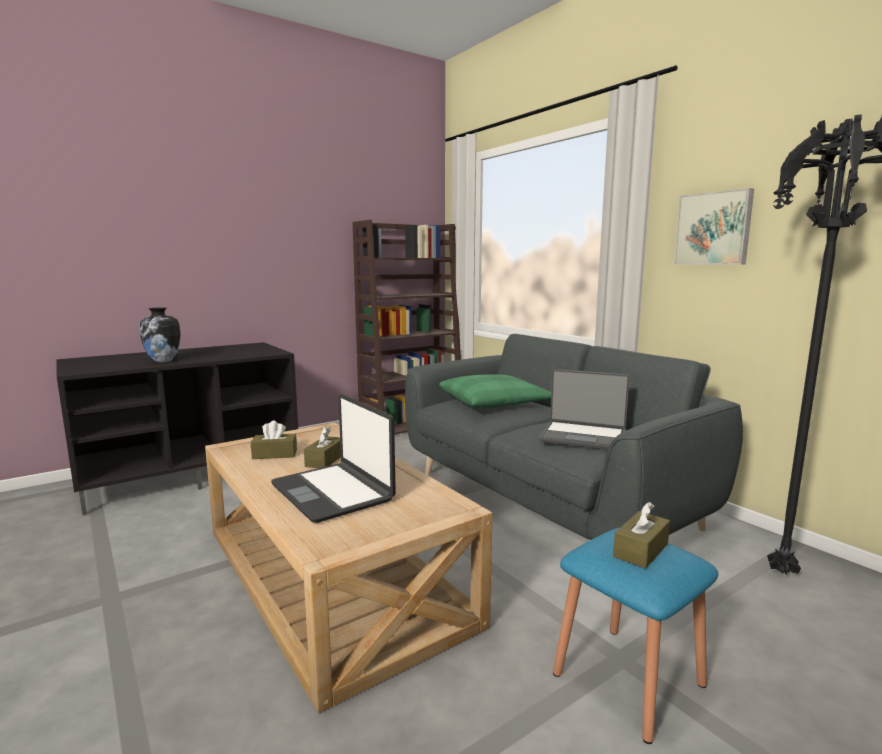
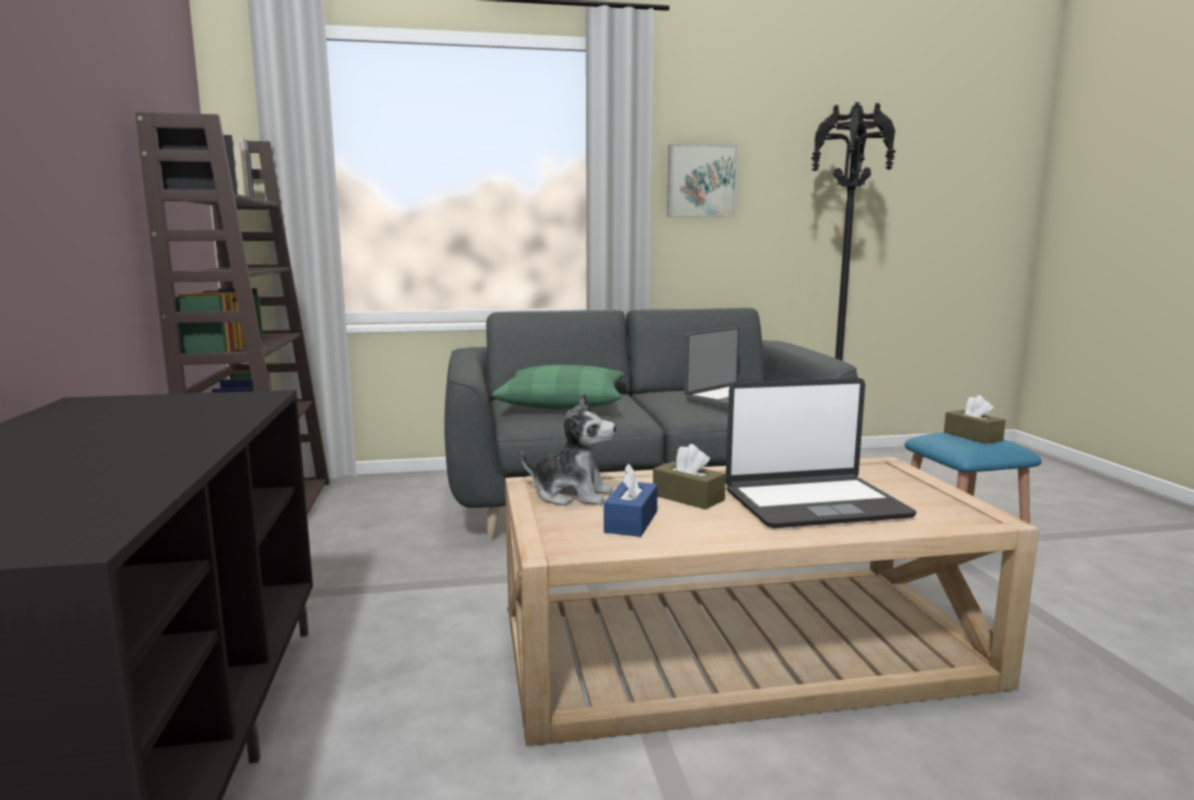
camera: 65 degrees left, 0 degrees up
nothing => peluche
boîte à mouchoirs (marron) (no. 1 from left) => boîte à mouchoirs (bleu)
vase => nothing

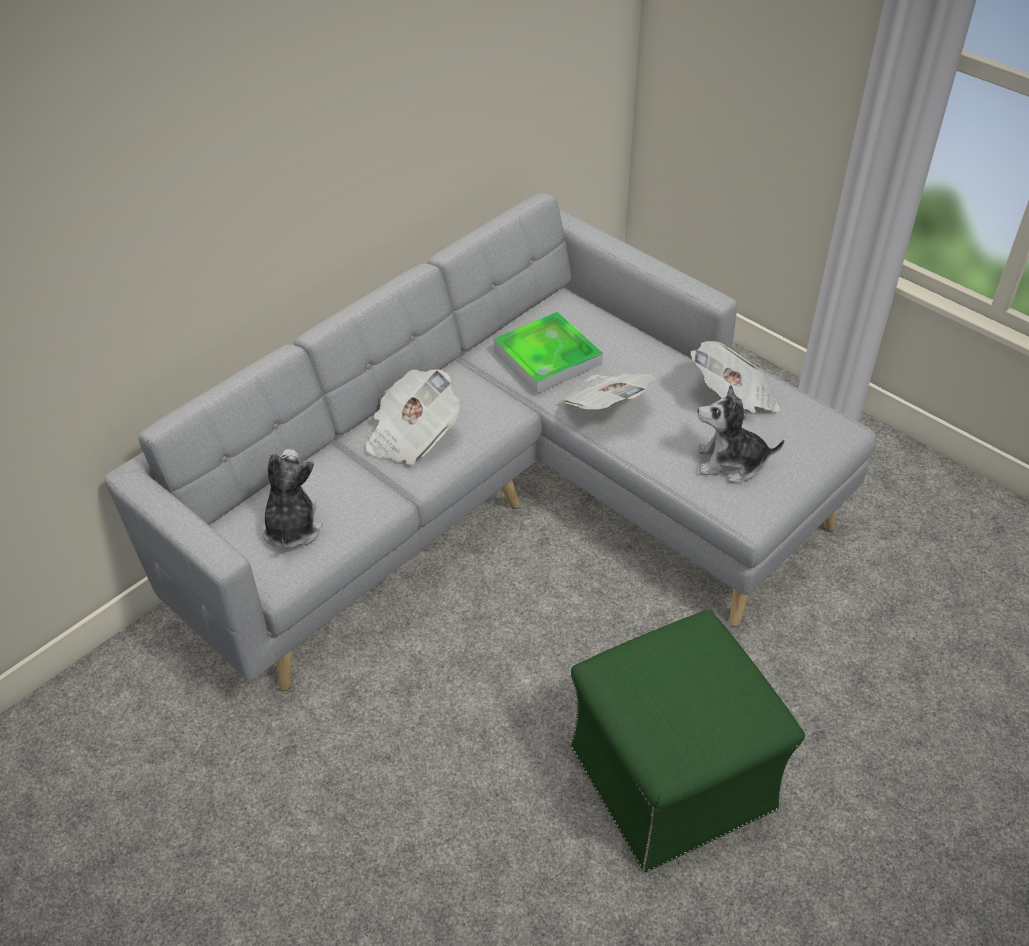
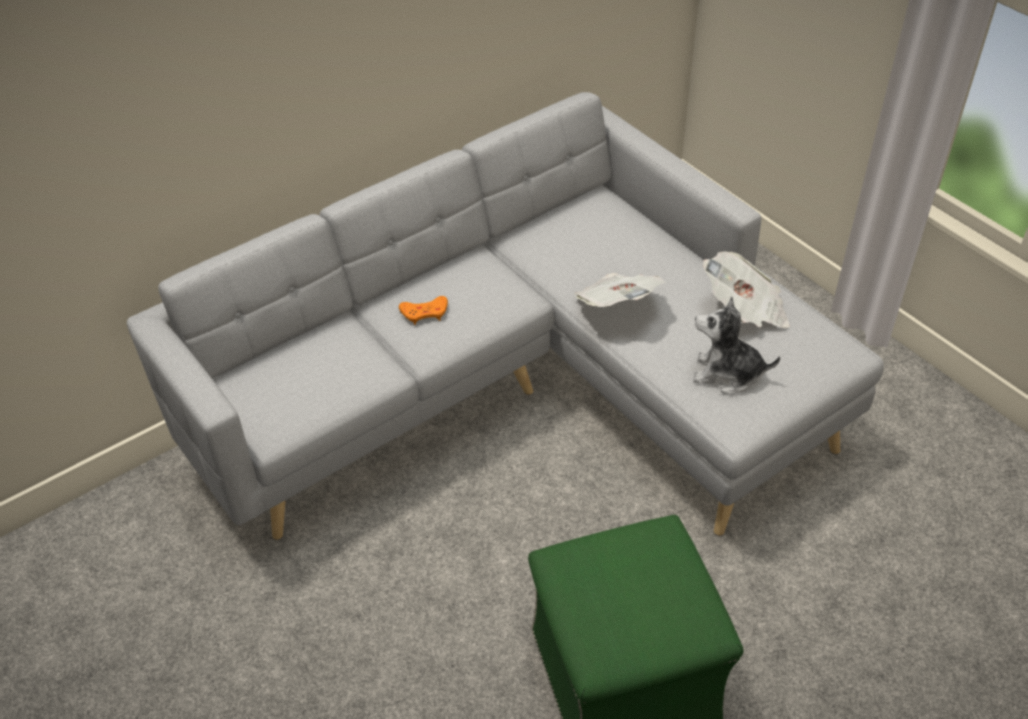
camera: 10 degrees right, 0 degrees up
journal (no. 1 from left) => manette (orange)
peluche (no. 1 from left) => nothing
plateau => nothing

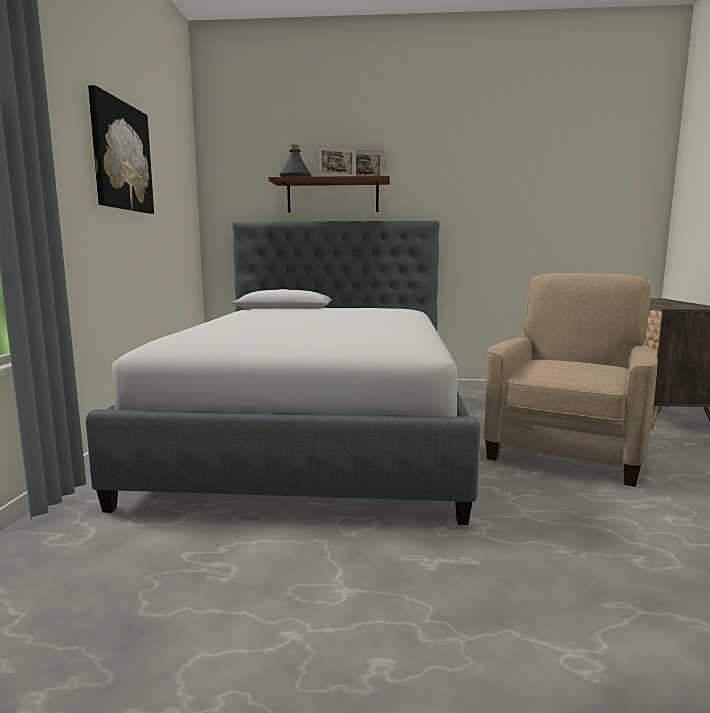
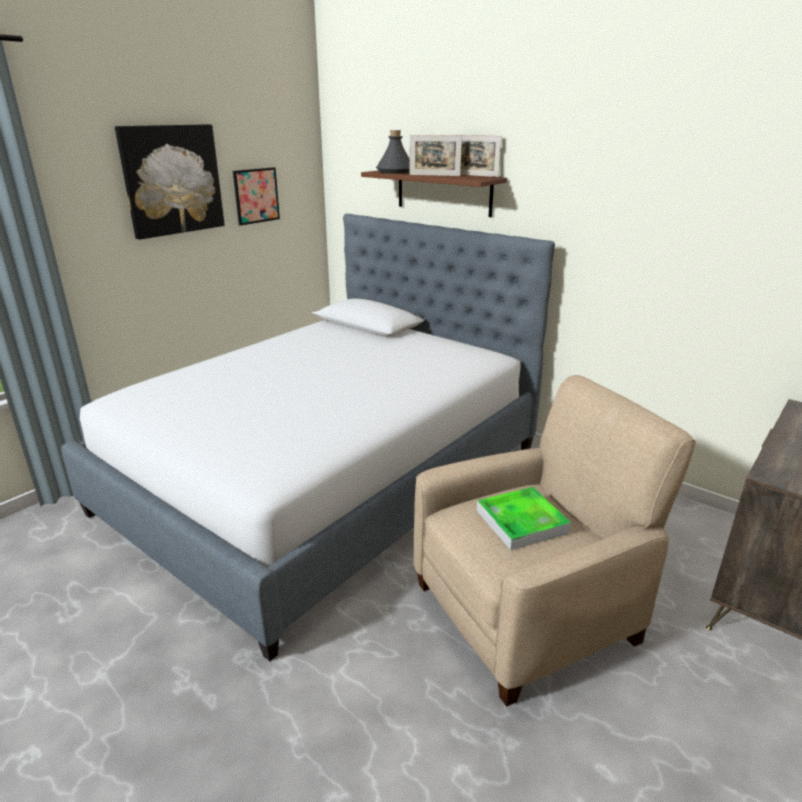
camera: 35 degrees right, 15 degrees up
nothing => tableau (no. 2 from left)
nothing => plateau

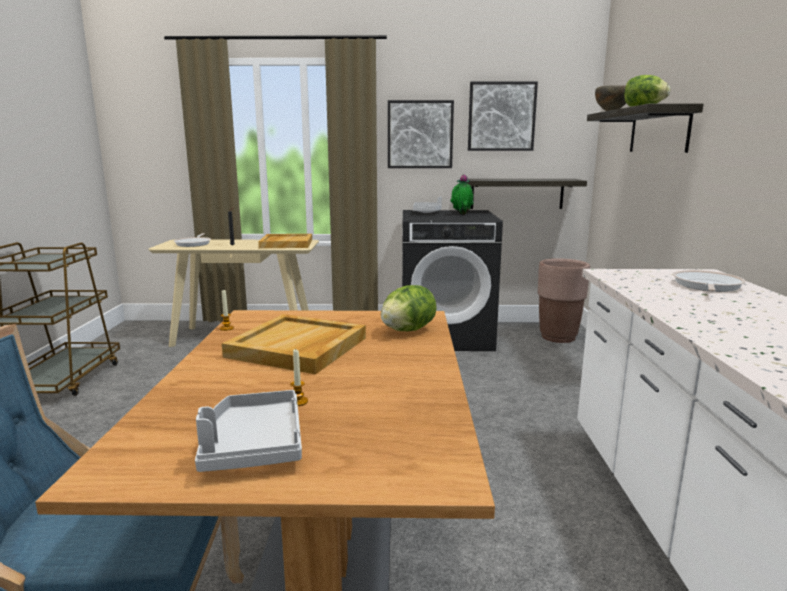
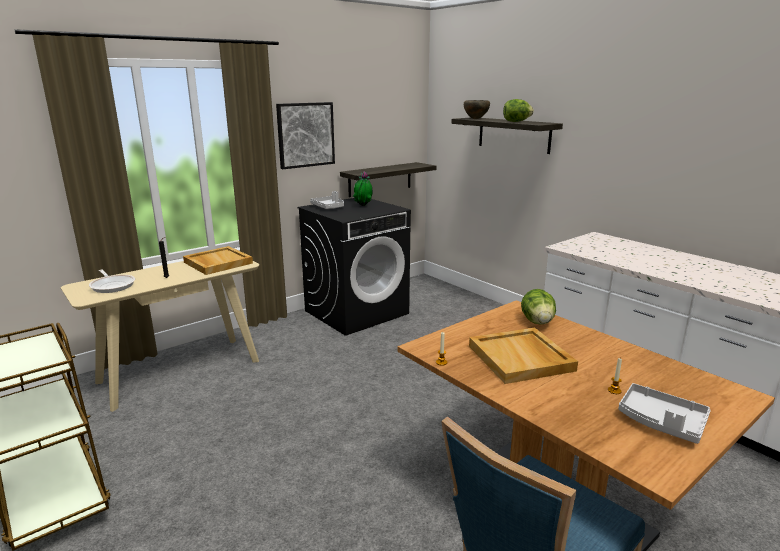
camera: 40 degrees left, 5 degrees up
tableau (no. 2 from left) => nothing
cache-pot (marron) => nothing
poêle (no. 2 from left) => nothing

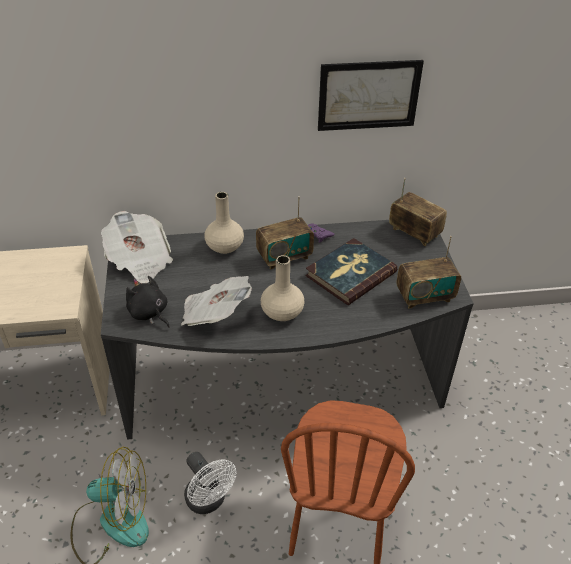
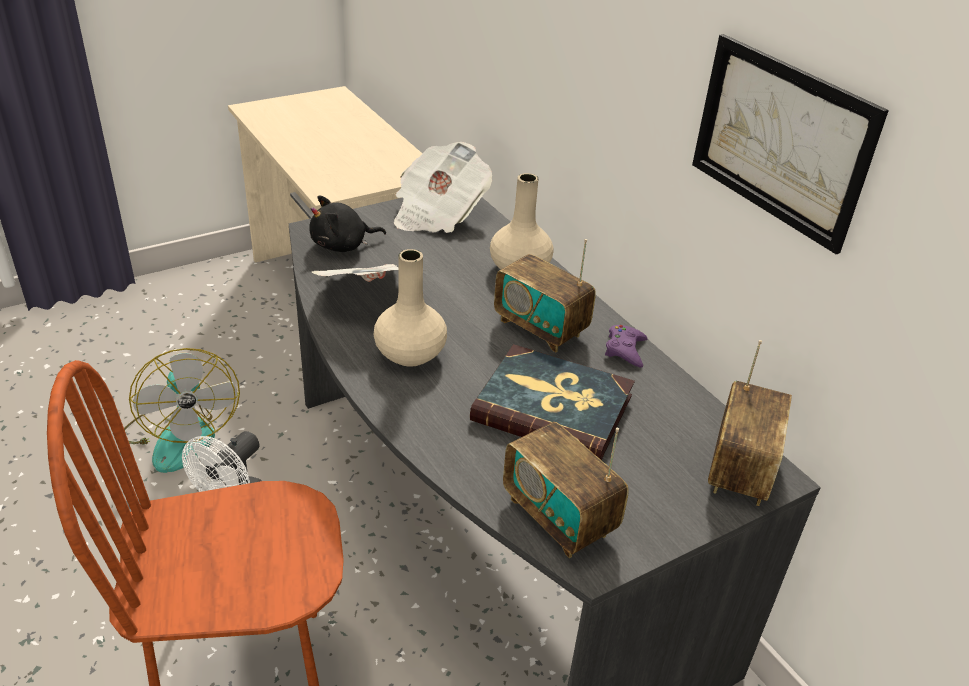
camera: 65 degrees right, 5 degrees down
peluche (noir), 135 degrees counterclockwise

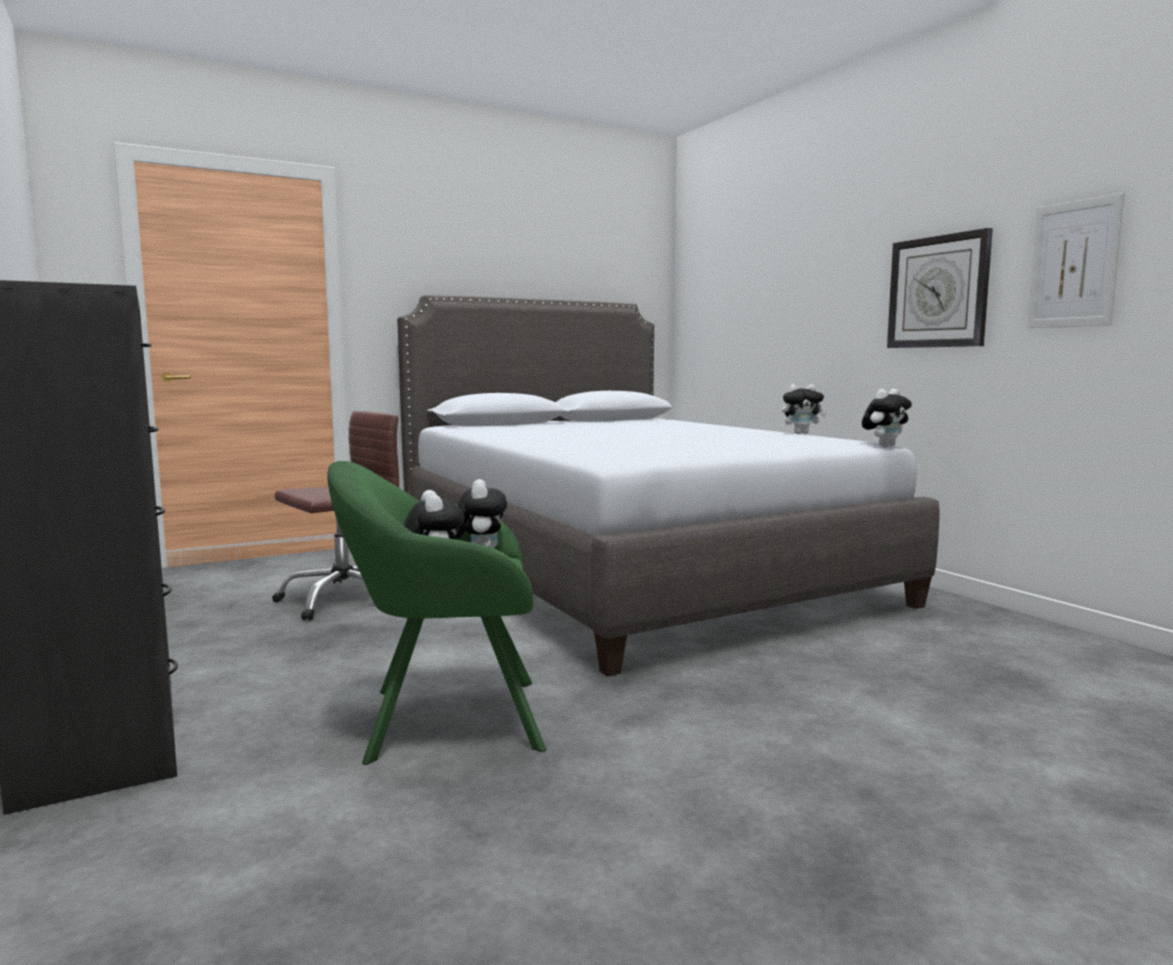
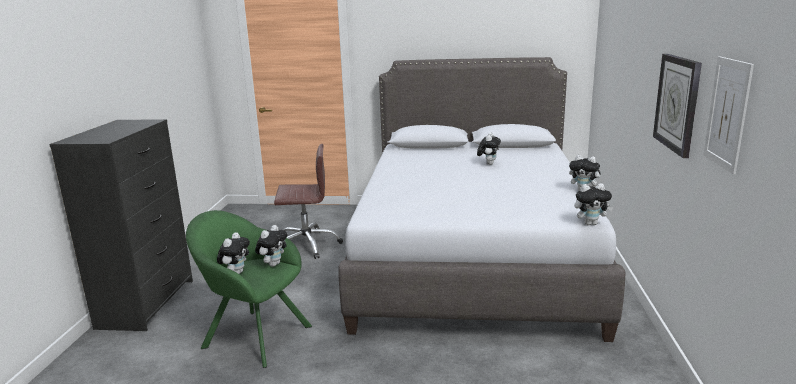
camera: 35 degrees right, 10 degrees up
nothing => peluche (no. 3 from left)

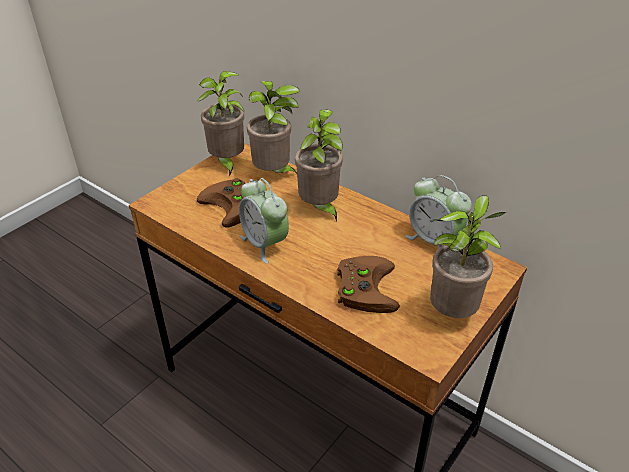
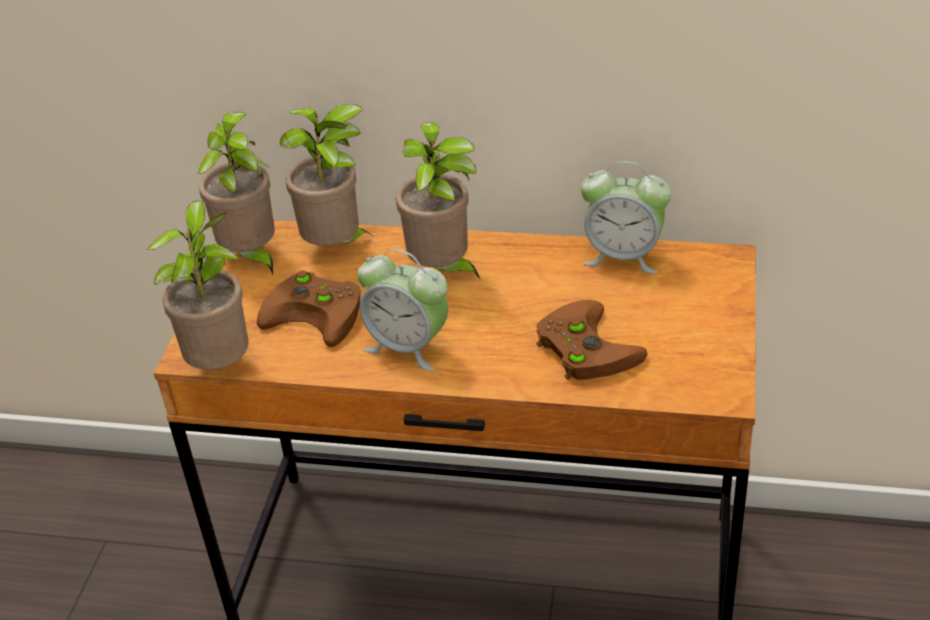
camera: 25 degrees left, 0 degrees up
plante en pot (no. 4 from left in the first image) => plante en pot (no. 1 from left), shifted

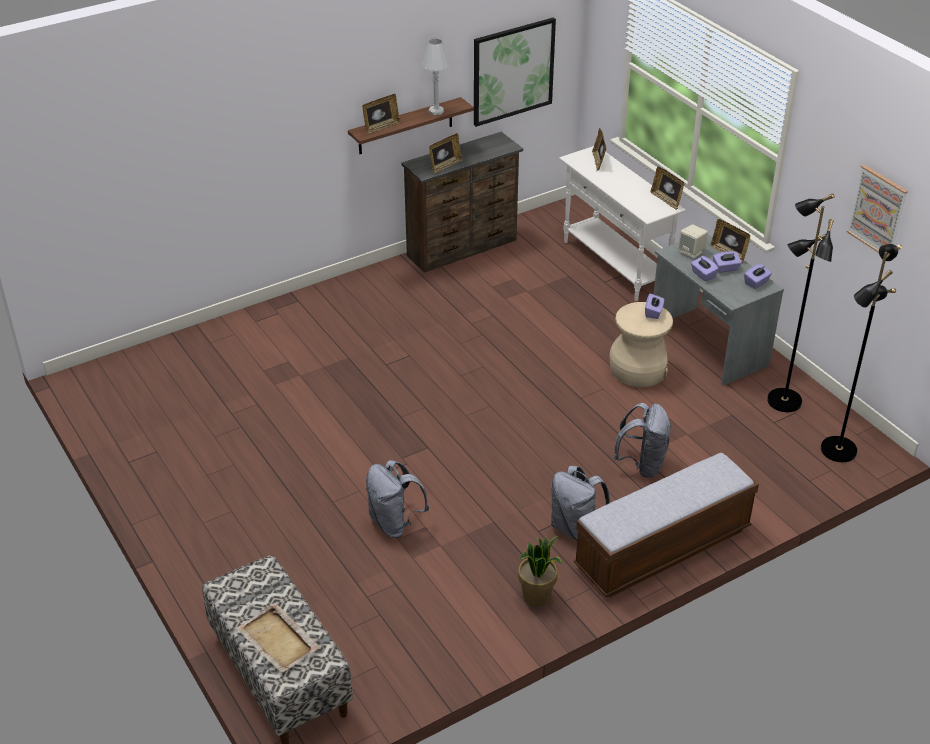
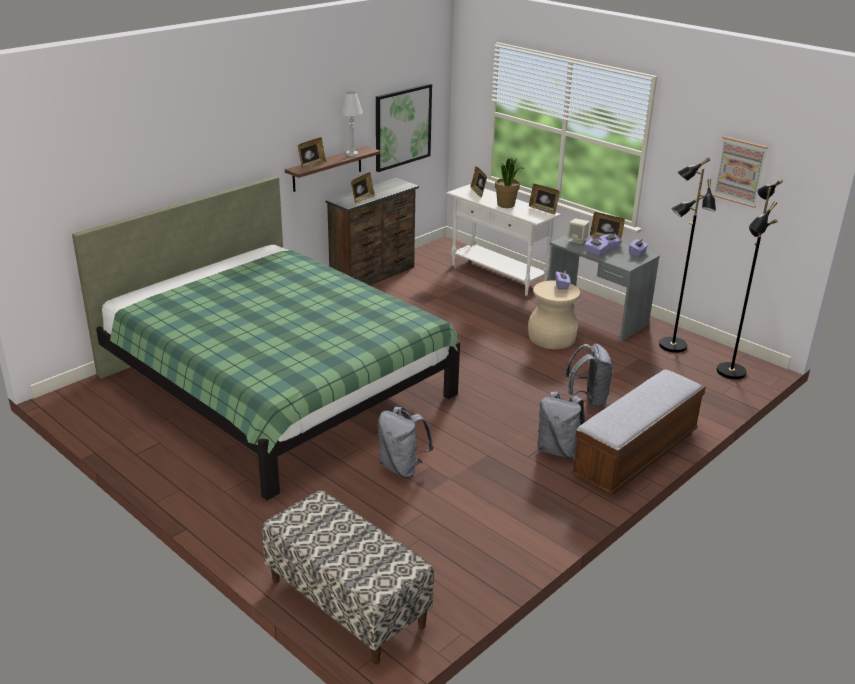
camera: 15 degrees left, 10 degrees down
nothing => lit (vert)
plante en pot, shifted
plateau (beige) => nothing

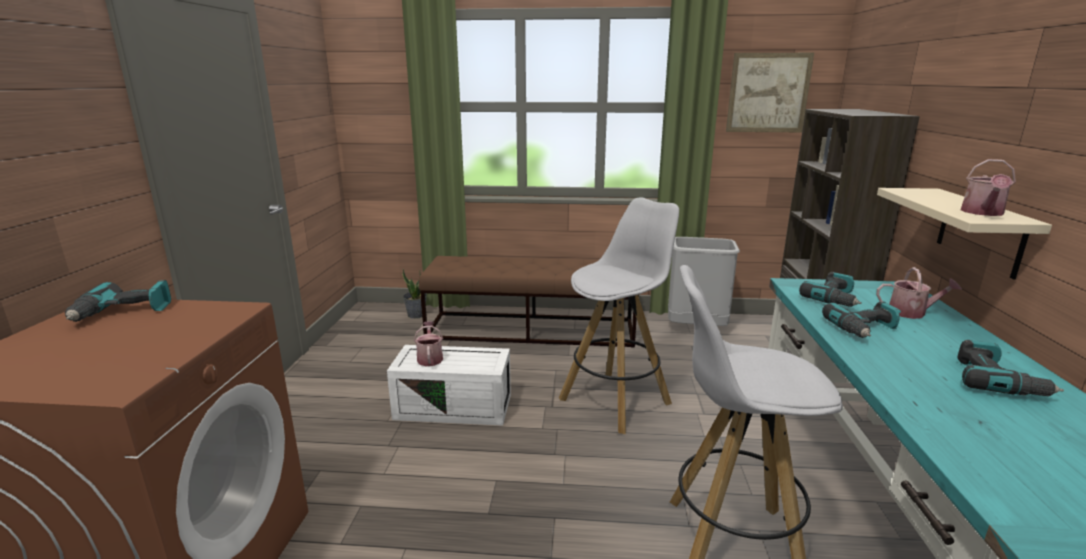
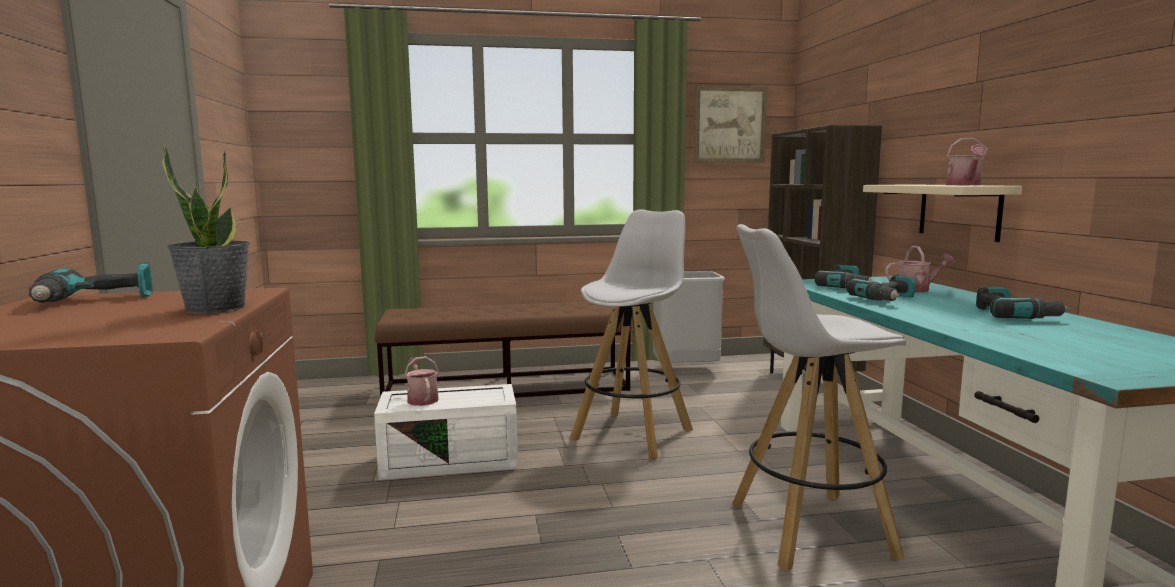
camera: 15 degrees left, 10 degrees down
plante en pot, shifted

